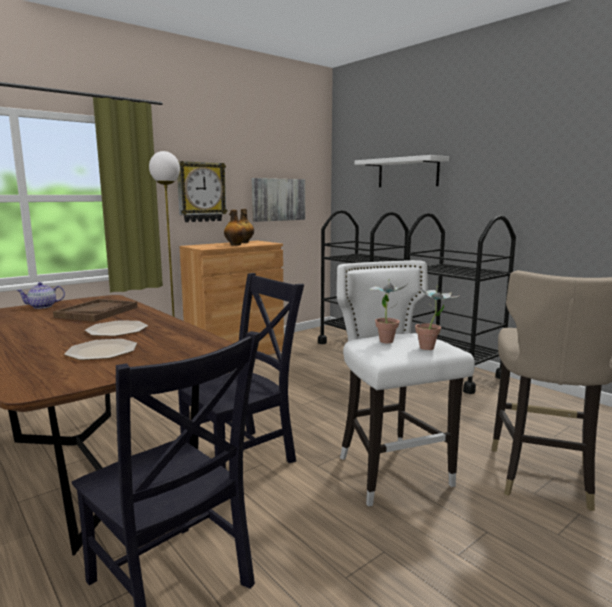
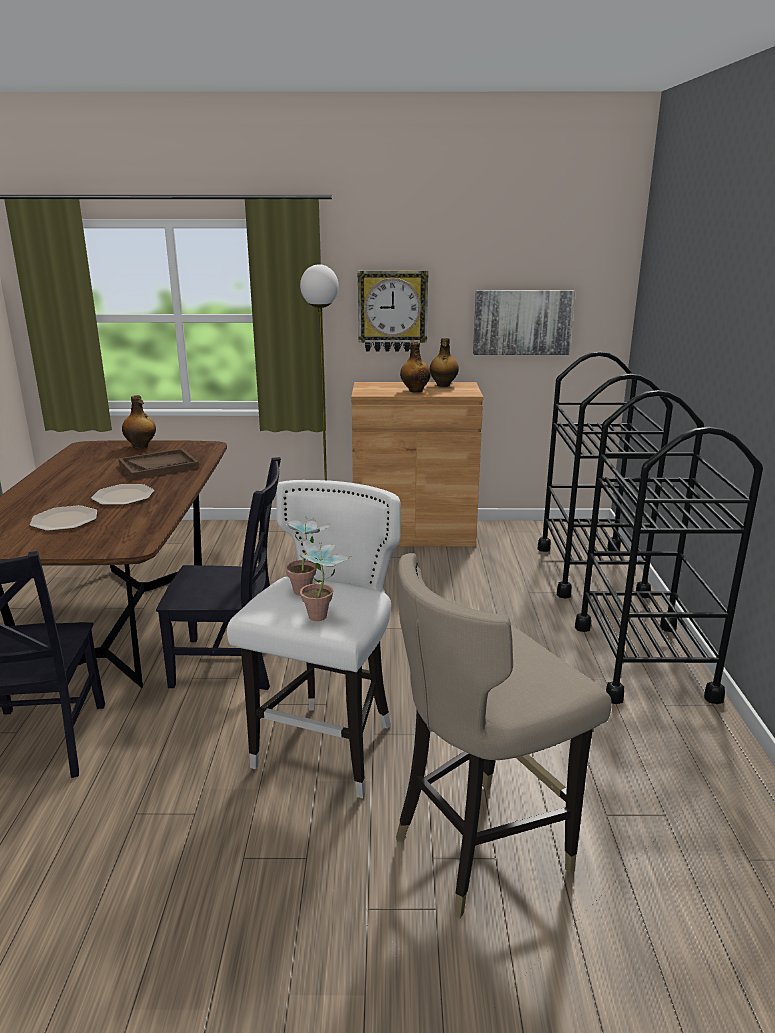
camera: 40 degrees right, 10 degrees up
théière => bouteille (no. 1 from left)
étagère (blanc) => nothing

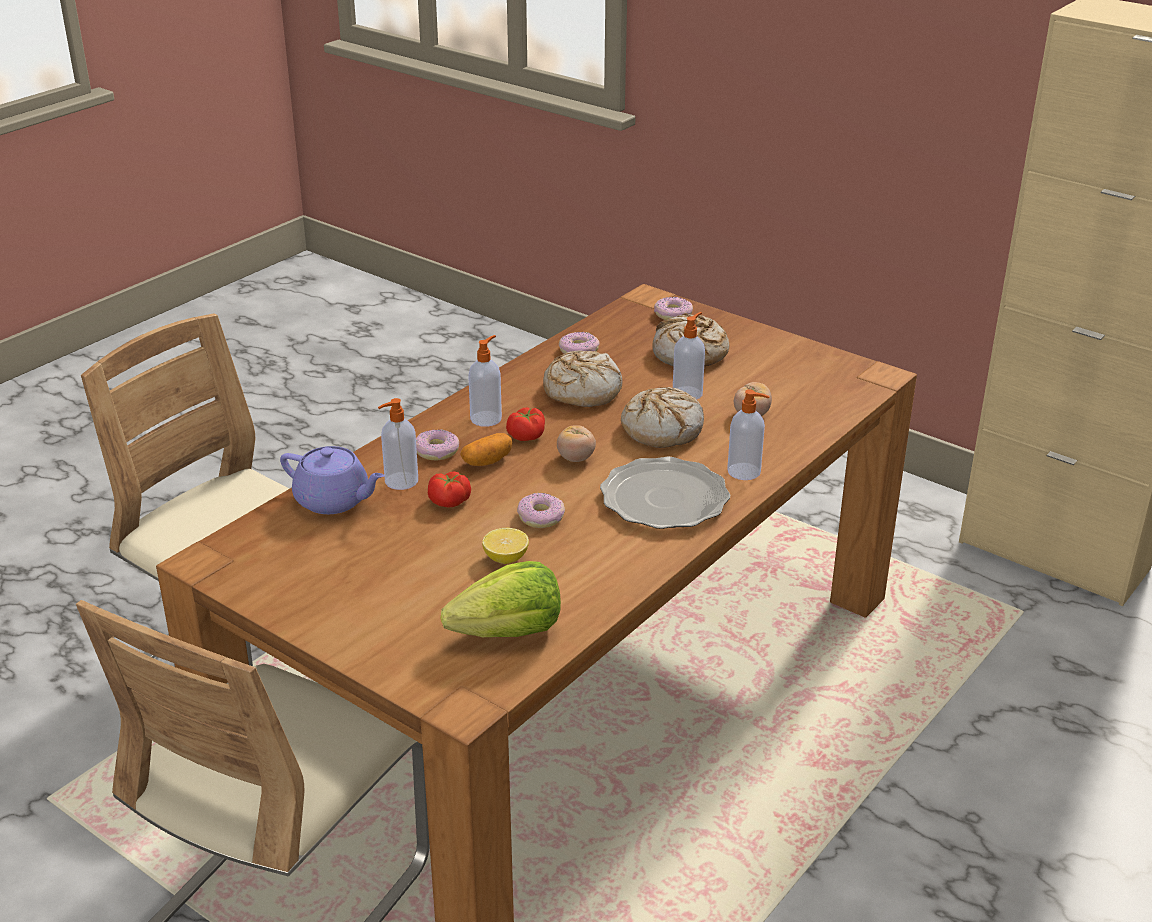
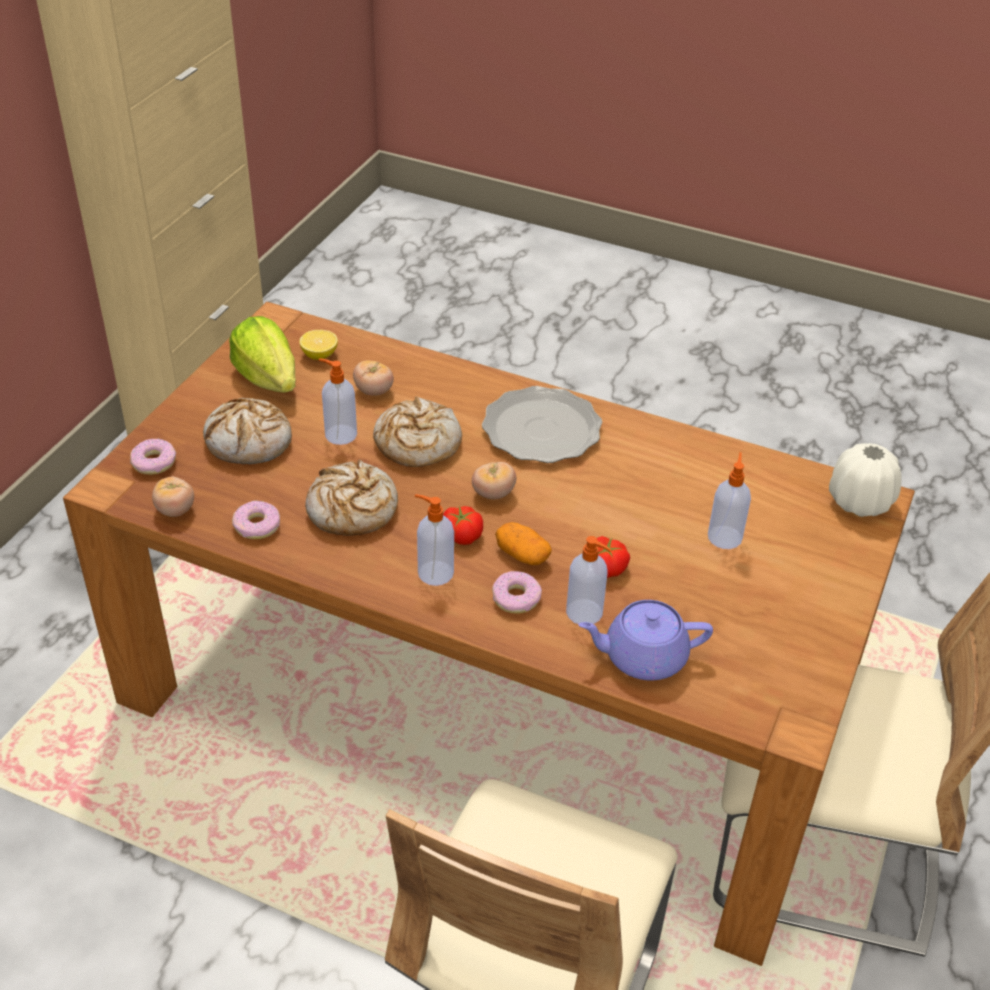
camera: 105 degrees left, 10 degrees up
nothing => tomate (no. 1 from left)
laitue, shifted
citron, shifted
théière (violet), 105 degrees counterclockwise
distributeur de savon (no. 4 from left), shifted
nothing => vase (blanc)
beignet (no. 2 from left) => nothing

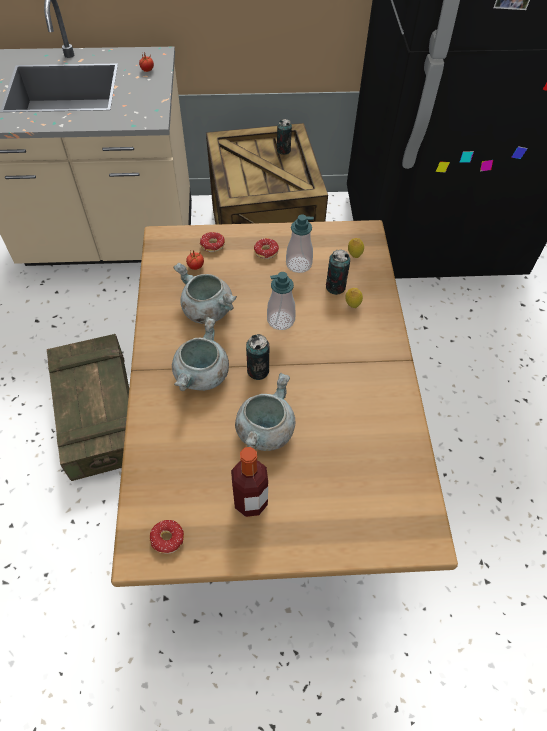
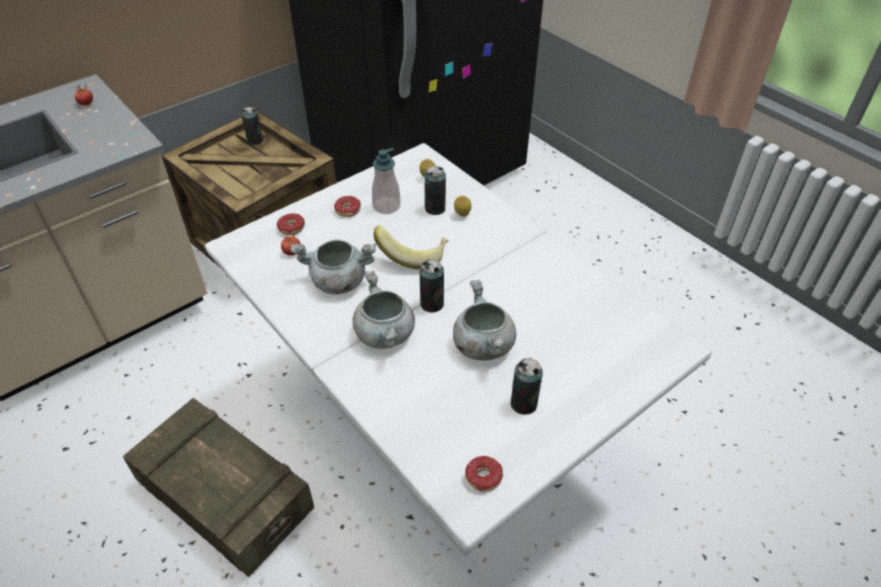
camera: 35 degrees left, 10 degrees down
table à manger (marron) => table à manger (blanc)
distributeur de savon (no. 1 from left) => banane
bouteille => boîte métallique (no. 4 from left)

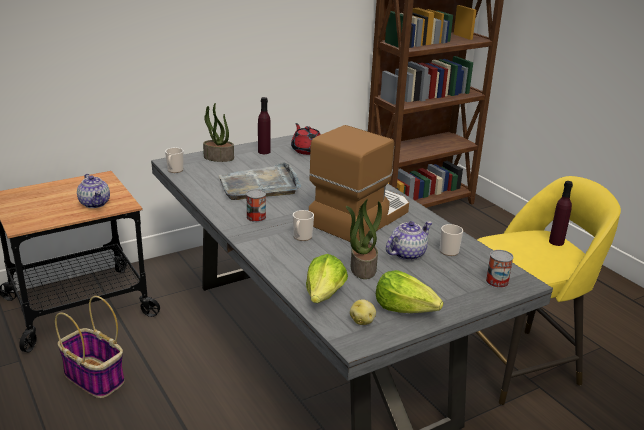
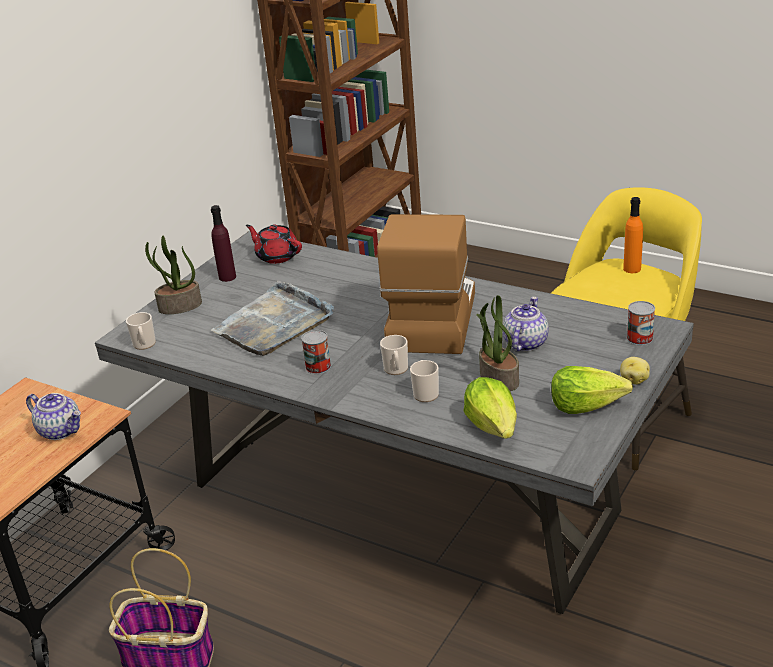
camera: 25 degrees left, 5 degrees up
mug (no. 3 from left), shifted
pomme de terre, shifted
bouteille (violet) (no. 2 from left) => bouteille (orange)

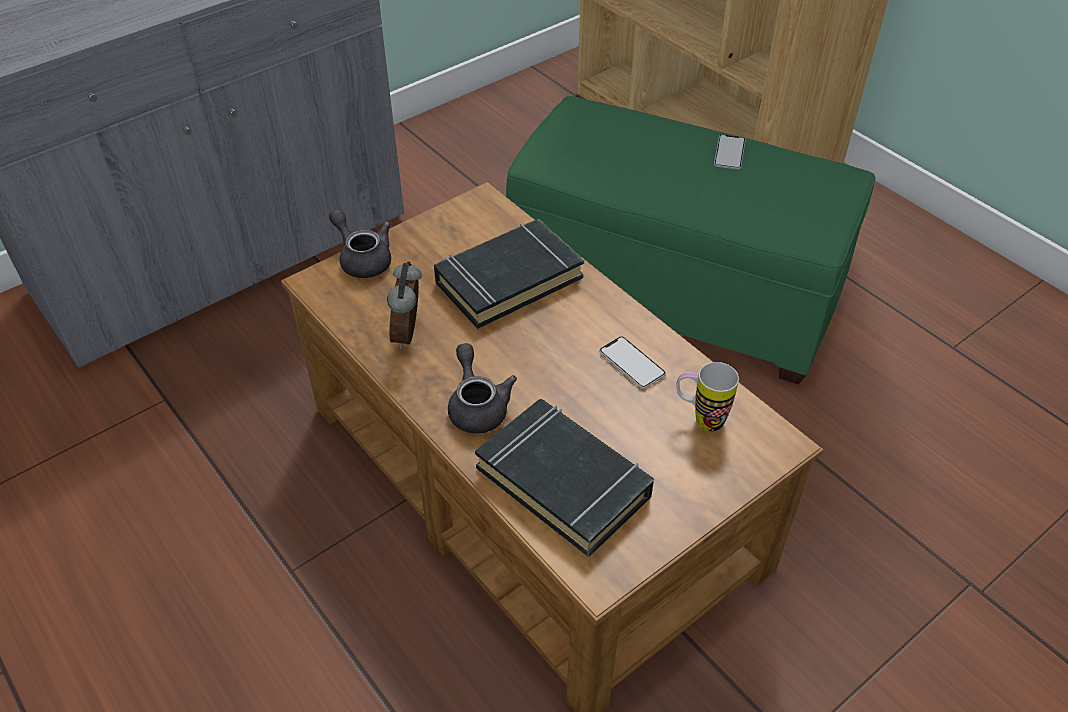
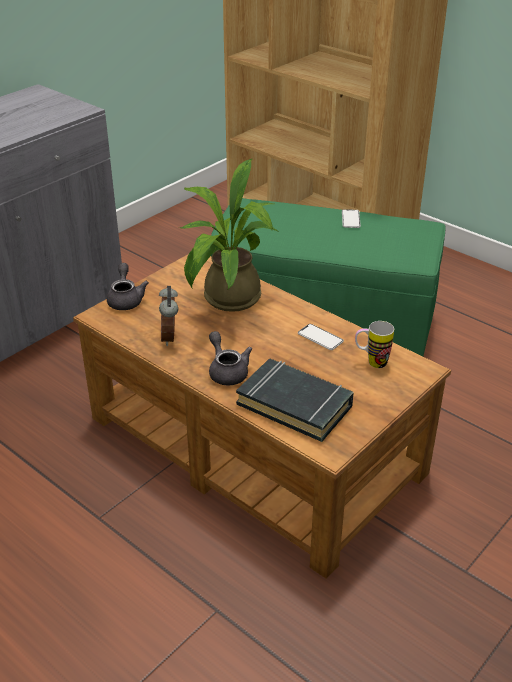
camera: 10 degrees left, 10 degrees down
théière (gris) (no. 1 from left), 45 degrees clockwise
livre (noir) (no. 1 from left) => plante en pot

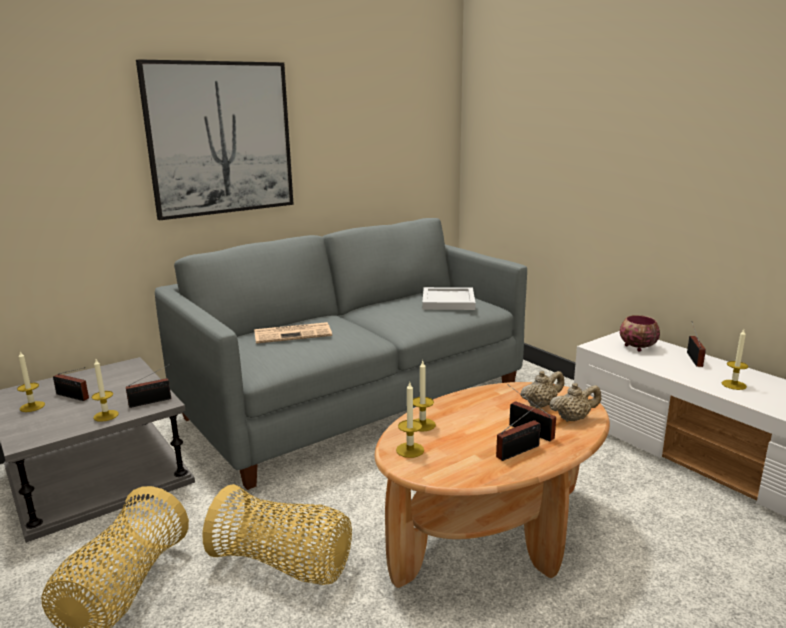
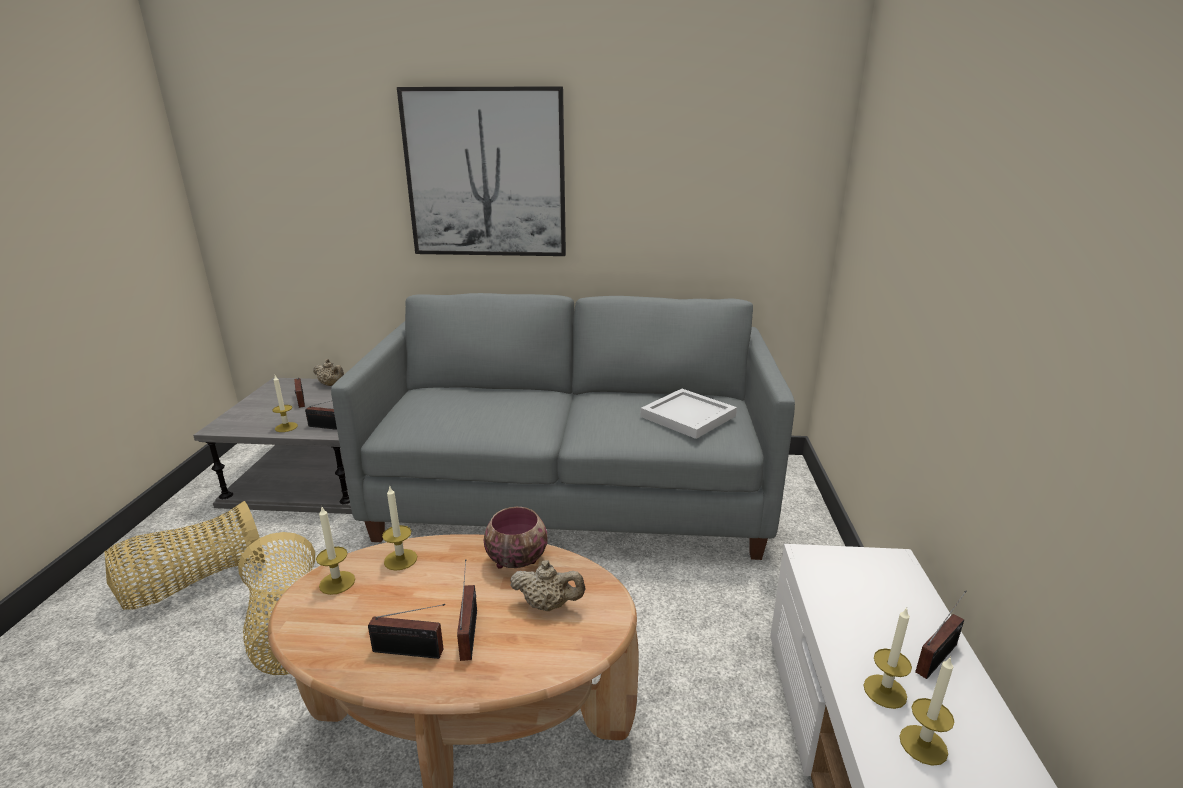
camera: 40 degrees right, 5 degrees up
théière (beige) (no. 2 from left in the first image) => théière (beige) (no. 1 from left), shifted
bol, shifted
bougie (no. 1 from left in the first image) => bougie (no. 4 from left), shifted
journal => nothing

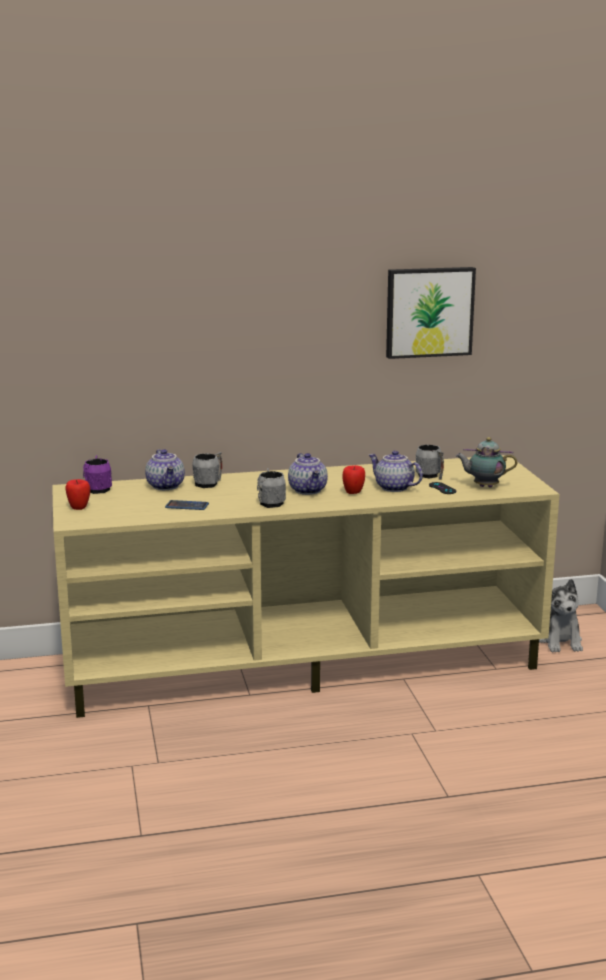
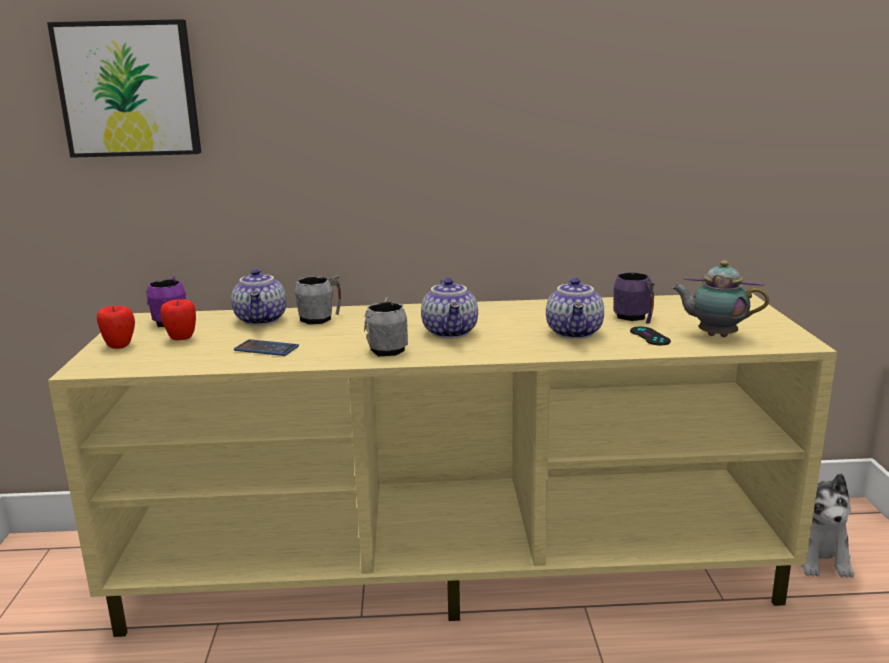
camera: 10 degrees right, 0 degrees up
tableau, shifted
pomme (no. 2 from left), shifted
théière (no. 3 from left), 135 degrees counterclockwise
mug (gris) (no. 3 from left) => mug (violet) (no. 2 from left)

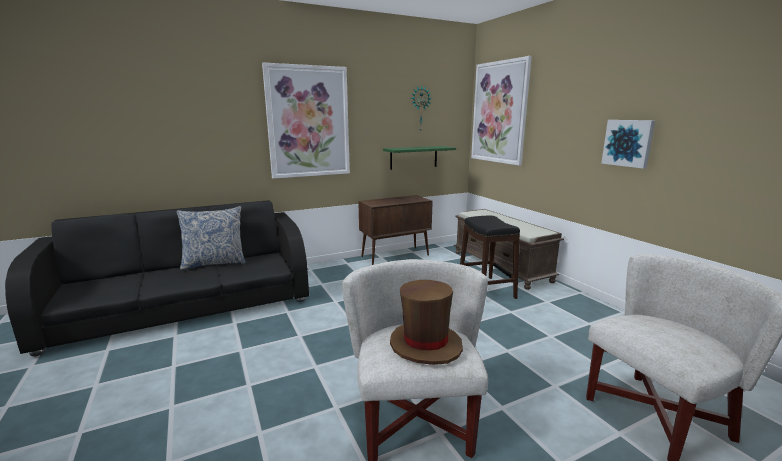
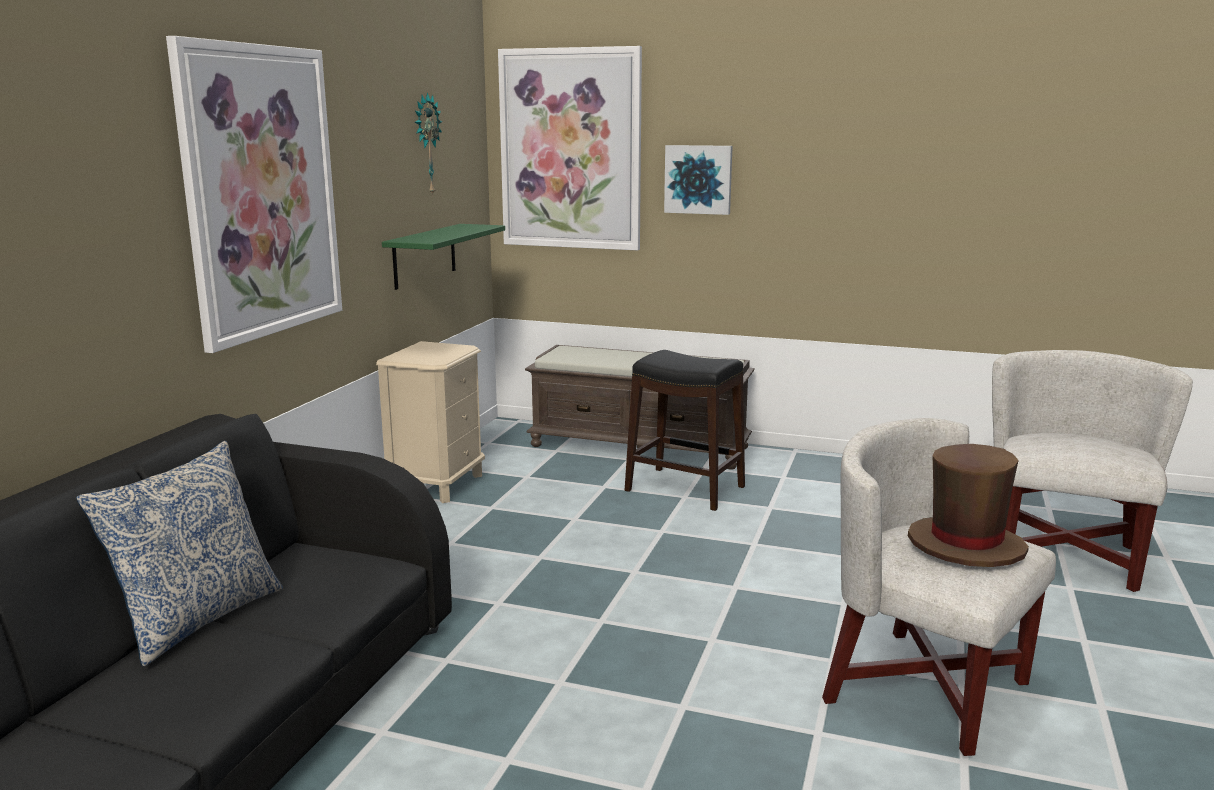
camera: 45 degrees left, 0 degrees up
meuble de rangement (marron) => table de chevet (beige)
tableau (no. 3 from left), shifted

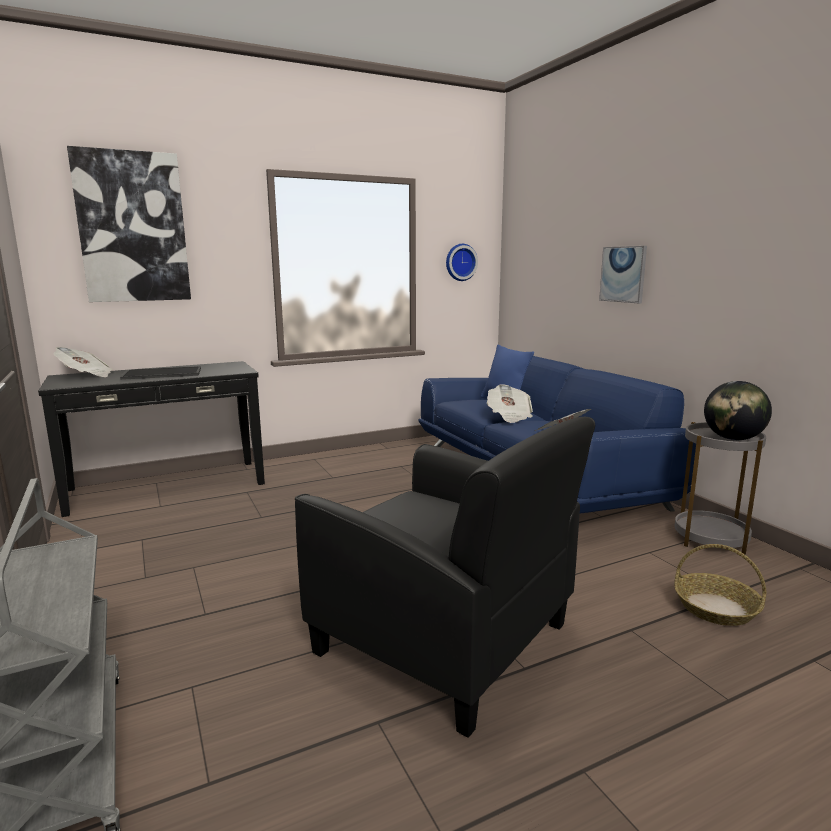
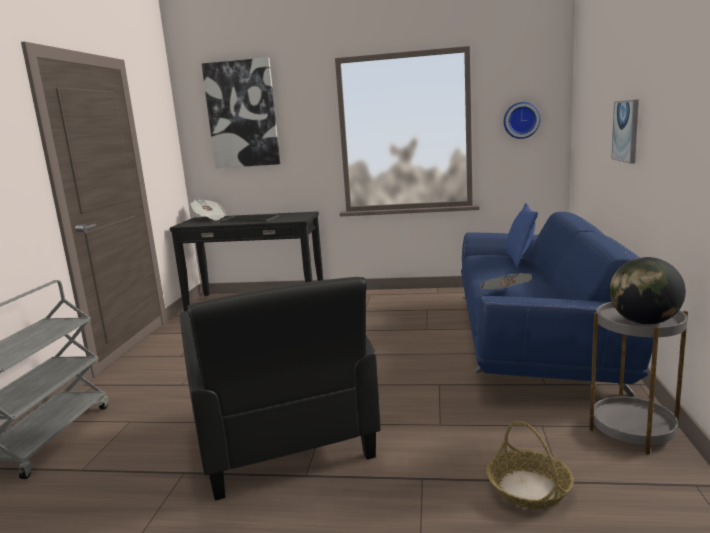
camera: 35 degrees right, 0 degrees up
journal (no. 2 from left) => nothing

